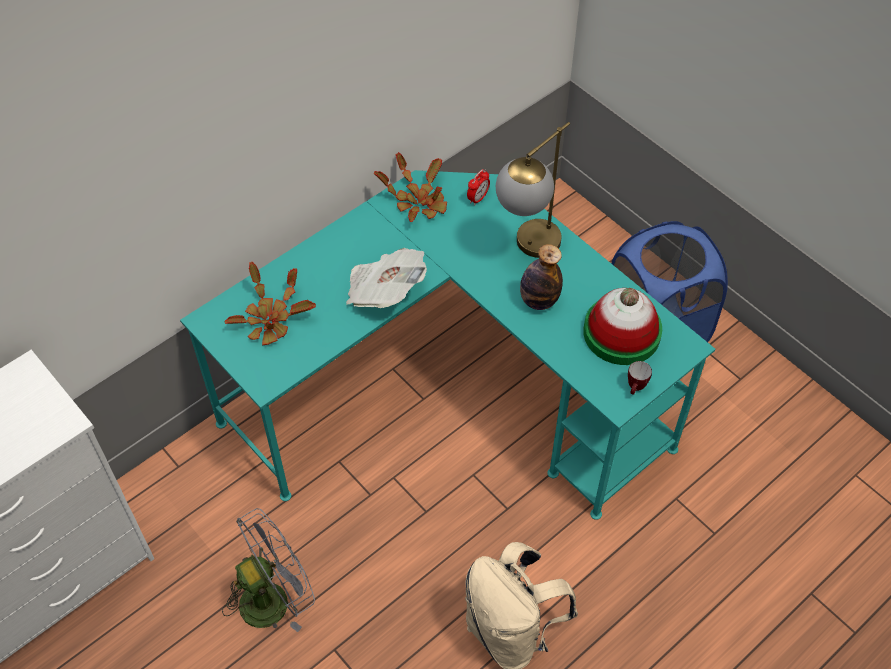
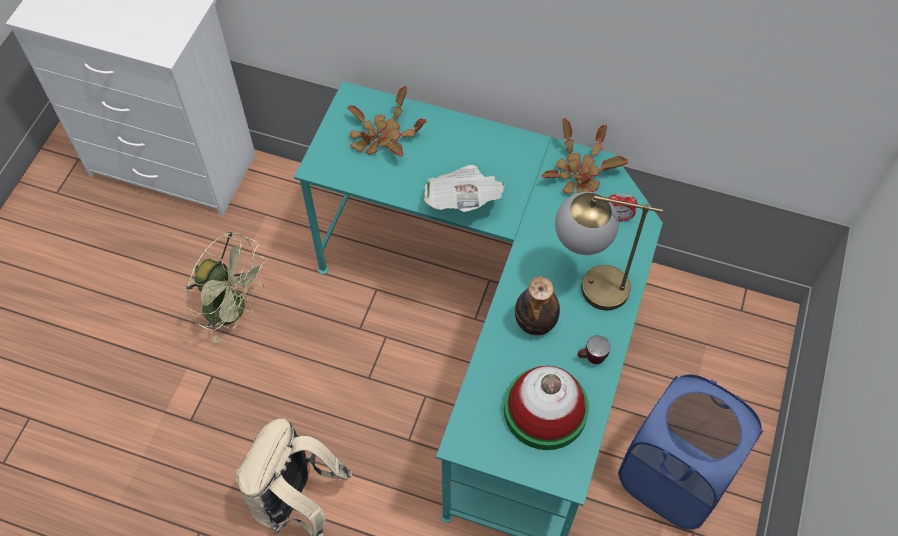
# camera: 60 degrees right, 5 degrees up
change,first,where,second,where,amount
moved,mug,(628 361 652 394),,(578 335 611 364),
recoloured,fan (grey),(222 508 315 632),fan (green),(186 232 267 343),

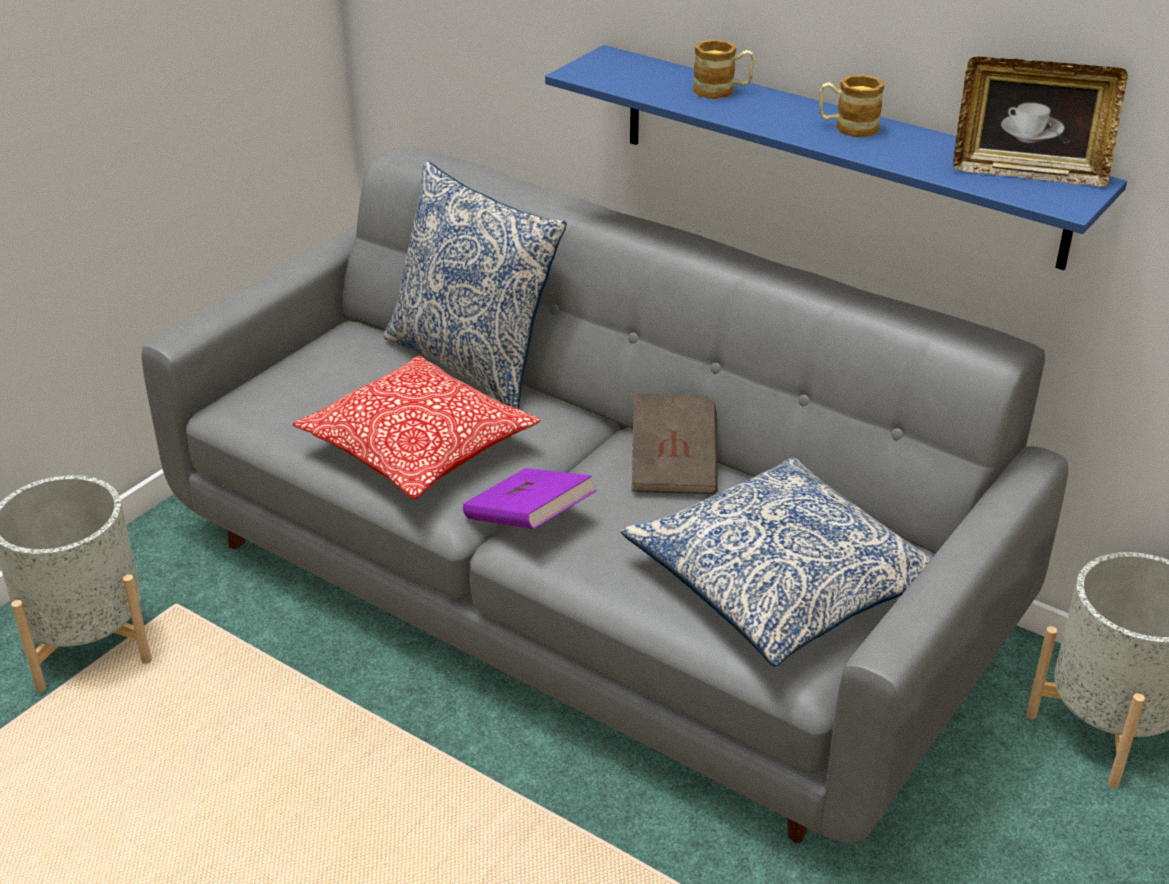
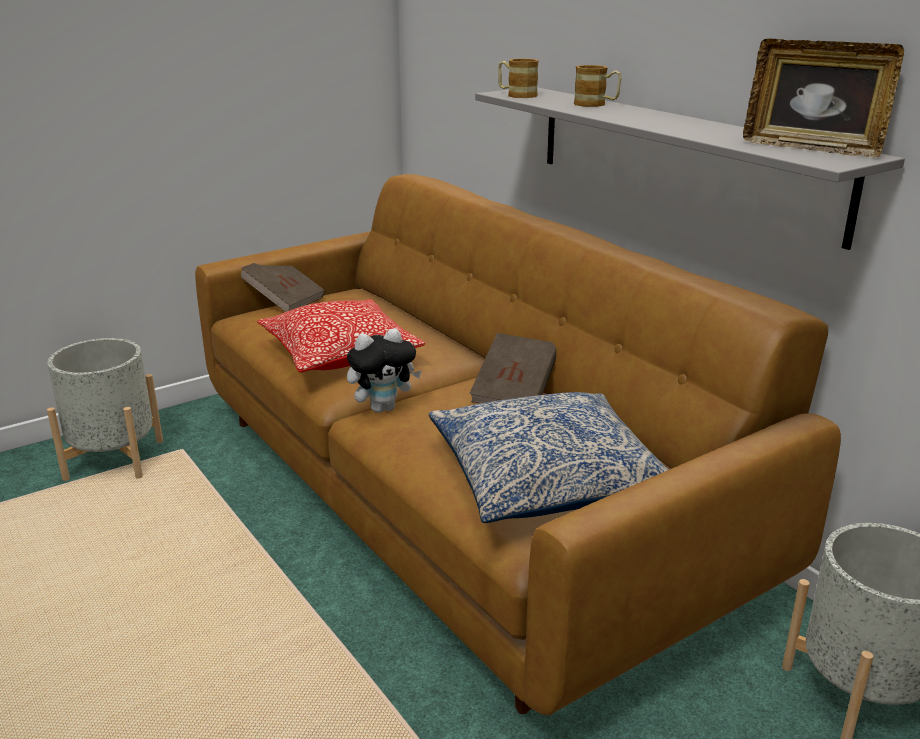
# camera: 20 degrees right, 10 degrees down
change,first,where,second,where,amount
recoloured,shelf (blue),(545 45 1127 270),shelf (grey),(475 87 905 250),
moved,mug,(819 75 885 137),,(498 59 539 98),
recoloured,sofa (grey),(142 147 1068 843),sofa (brown),(195 174 841 715),
removed,pillow,(384 161 567 409),,,
replaced,book (purple),(463 468 596 529),plush toy,(347 328 422 413),
added,,,book (brown),(241 263 325 312),

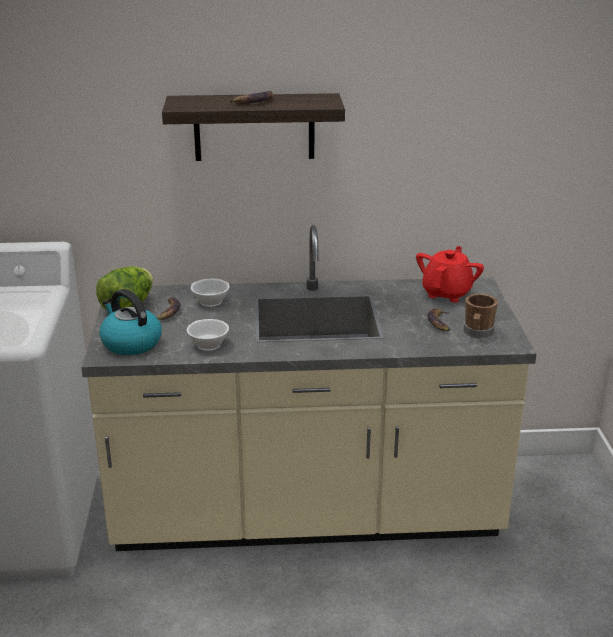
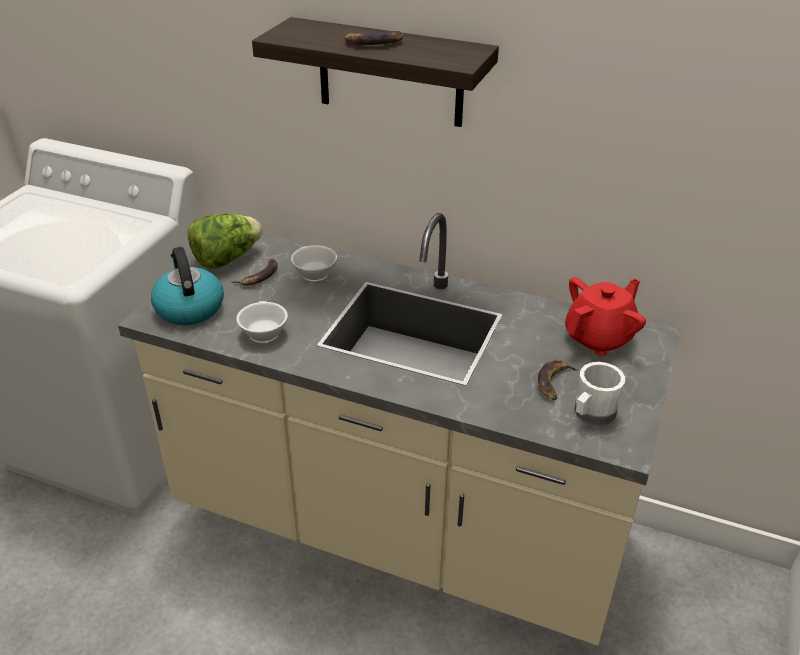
# camera: 25 degrees right, 10 degrees up
change,first,where,second,where,amount
recoloured,mug (brown),(464 294 498 339),mug (white),(574 362 625 426),

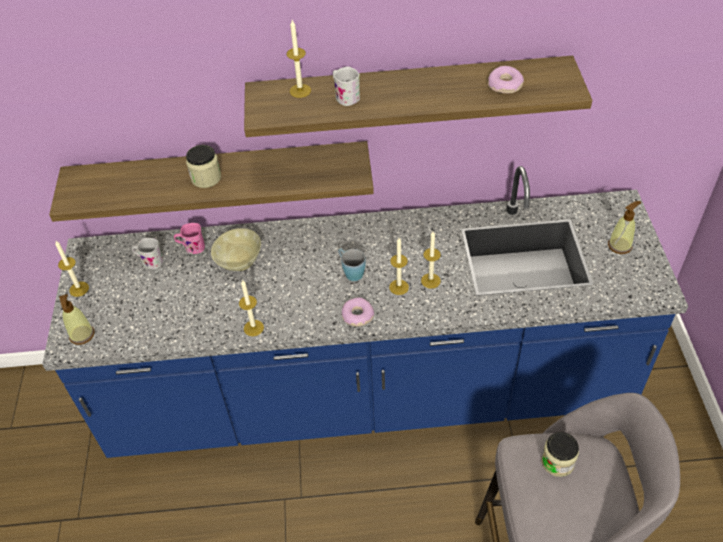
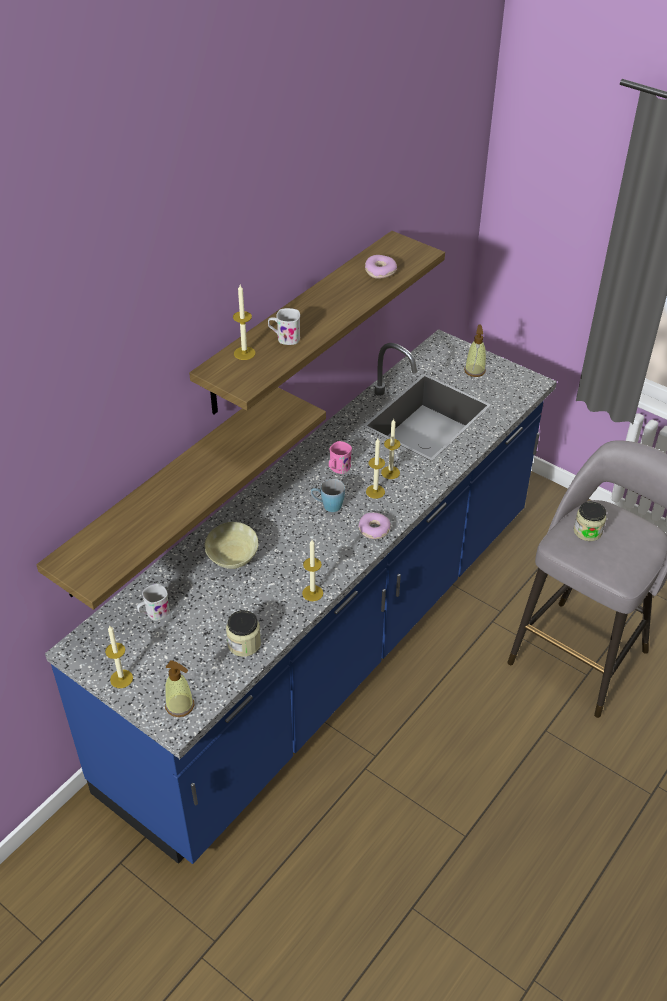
# camera: 50 degrees left, 5 degrees down
change,first,where,second,where,amount
moved,jar,(186 145 221 188),,(226 610 261 657),
moved,mug (pink),(174 223 205 254),,(329 441 352 474),

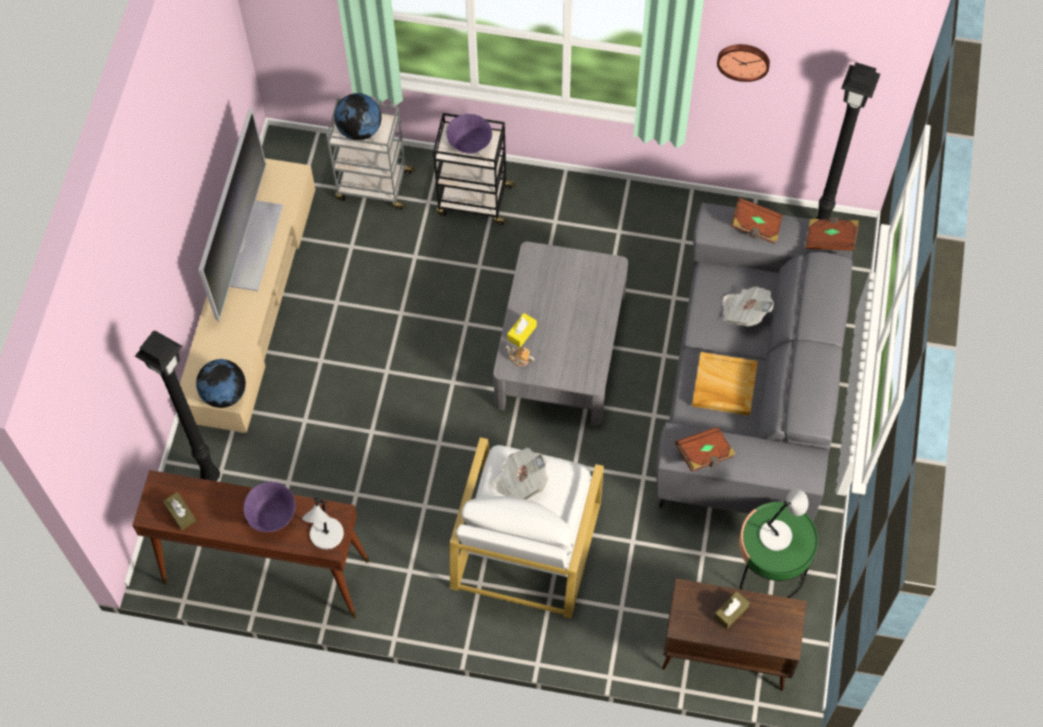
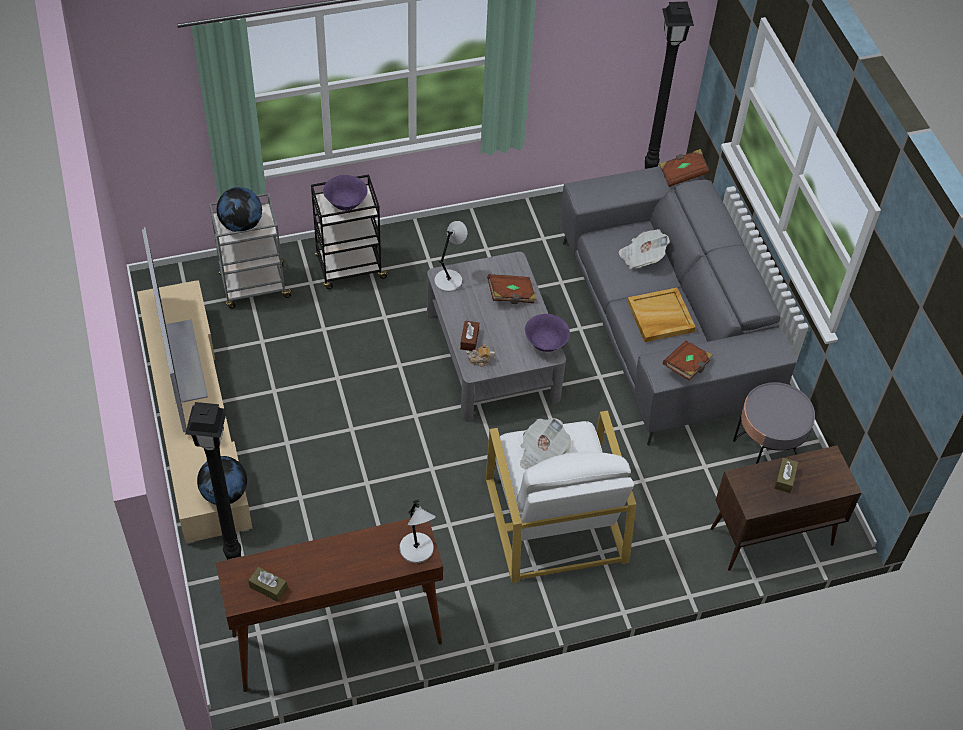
# camera: 30 degrees left, 10 degrees down
change,first,where,second,where,amount
removed,wall clock,(717 44 770 82),,,
moved,book (brown),(731 197 783 244),,(487 274 537 304),
recoloured,tissue box (yellow),(507 313 537 347),tissue box (brown),(460 321 479 351),
moved,bowl (purple),(243 482 295 532),,(525 314 570 352),
moved,table lamp (grey),(759 489 809 551),,(434 221 467 292),
recoloured,side table (green),(739 502 818 598),side table (grey),(733 382 815 464),

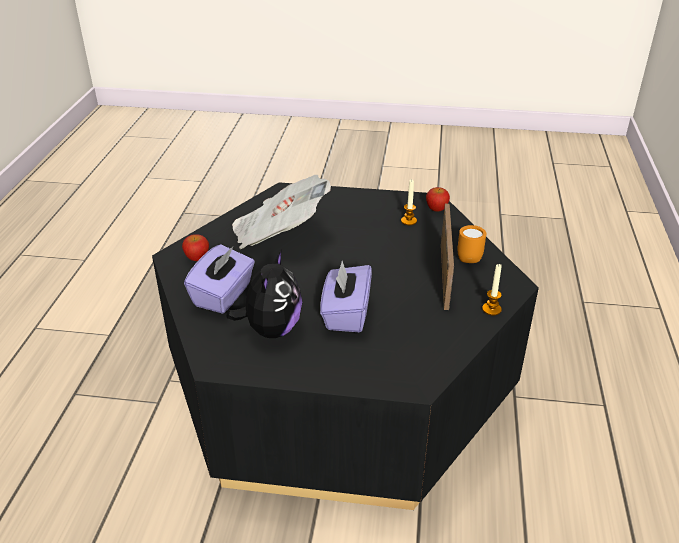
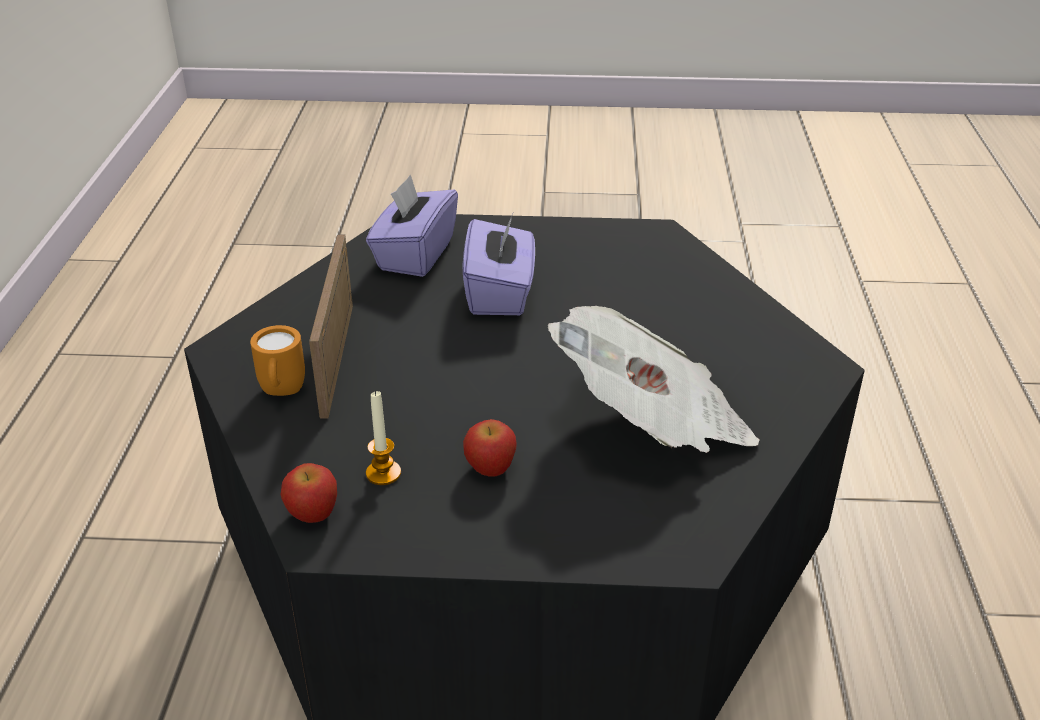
# camera: 175 degrees right, 0 degrees up
change,first,where,second,where,amount
moved,apple,(182 234 209 261),,(463 419 517 476),
moved,tissue box (purple),(184 244 255 314),,(366 175 458 277),
removed,plush toy,(227 249 302 338),,,
removed,candle,(482 264 502 315),,,

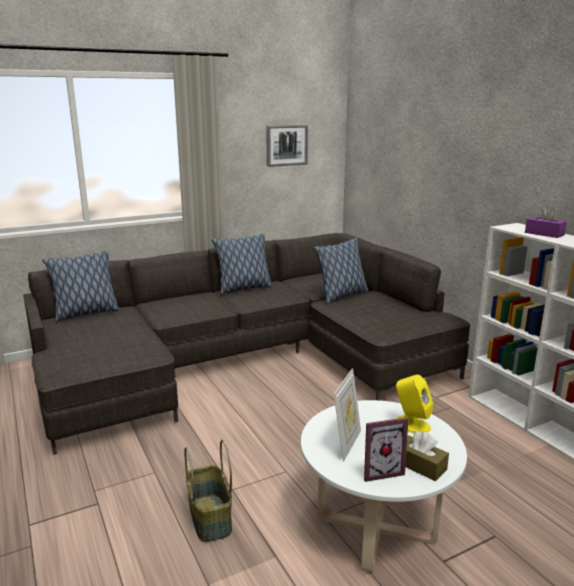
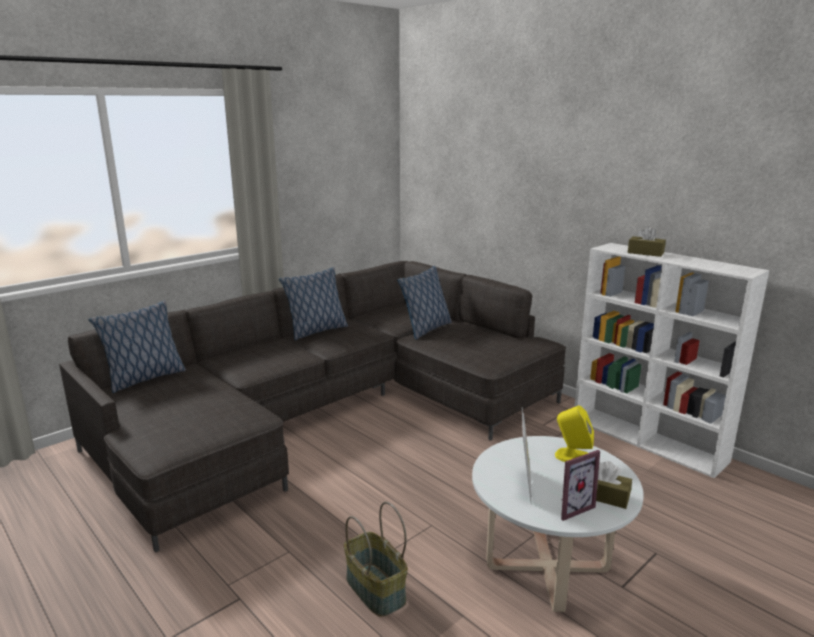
# camera: 15 degrees left, 0 degrees up
change,first,where,second,where,amount
removed,picture,(266 125 308 167),,,
recoloured,tissue box (purple),(525 206 567 238),tissue box (brown),(628 226 666 257),

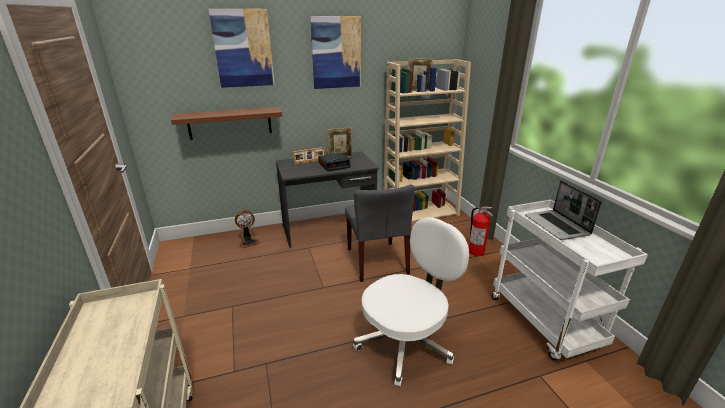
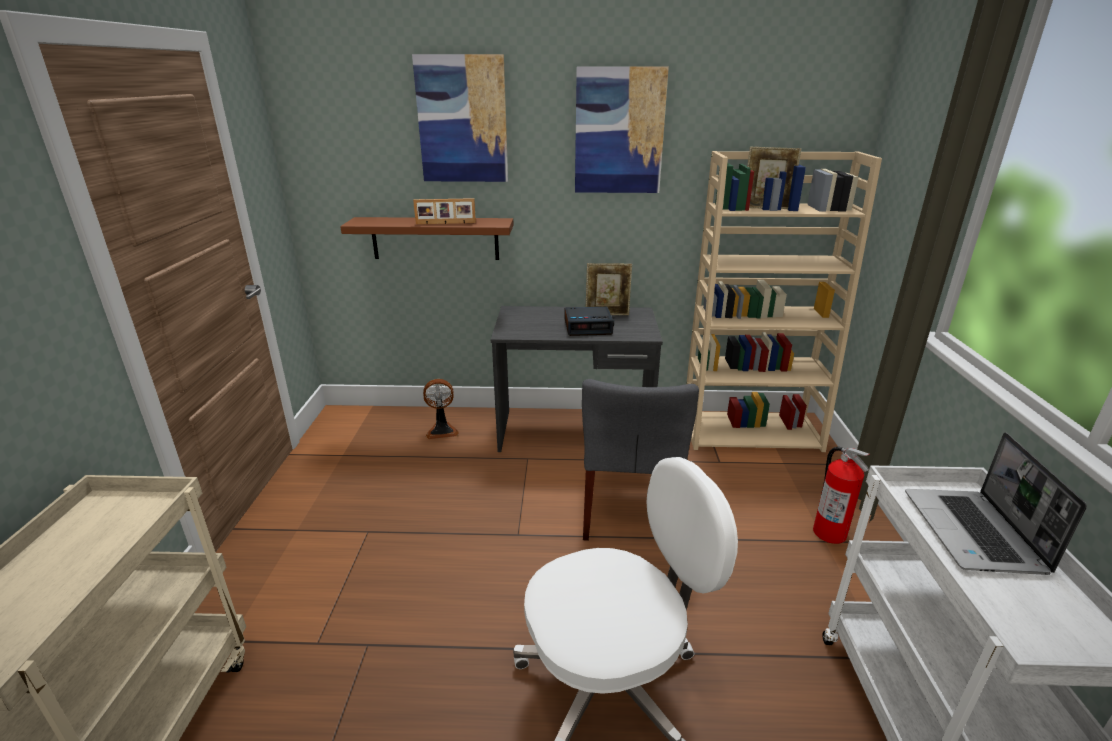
# camera: 20 degrees right, 0 degrees up
change,first,where,second,where,amount
moved,picture frame,(293 147 326 165),,(413 198 476 224),

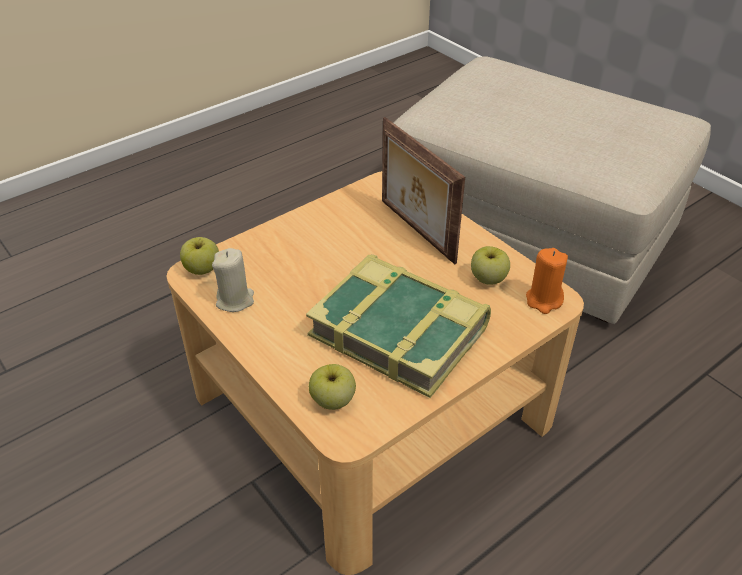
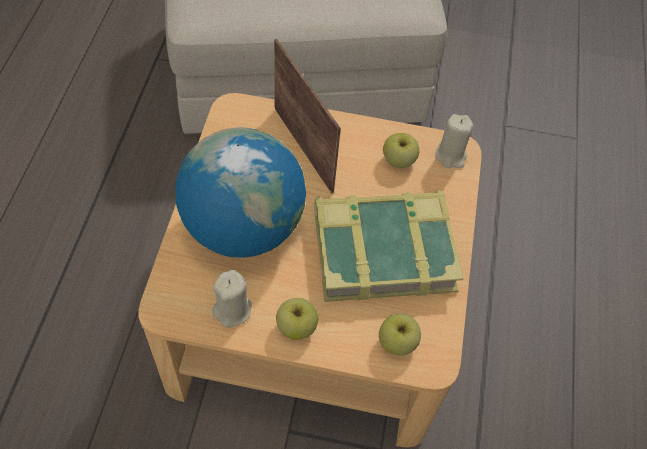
# camera: 45 degrees left, 15 degrees up
change,first,where,second,where,amount
turned,picture frame,(382 117 465 264),,(274 39 341 194),135 degrees counterclockwise
moved,apple,(180 237 219 275),,(276 298 318 340),
recoloured,candle (orange),(526 248 568 314),candle (beige),(435 114 473 168),
added,,,globe,(175 127 306 258),

